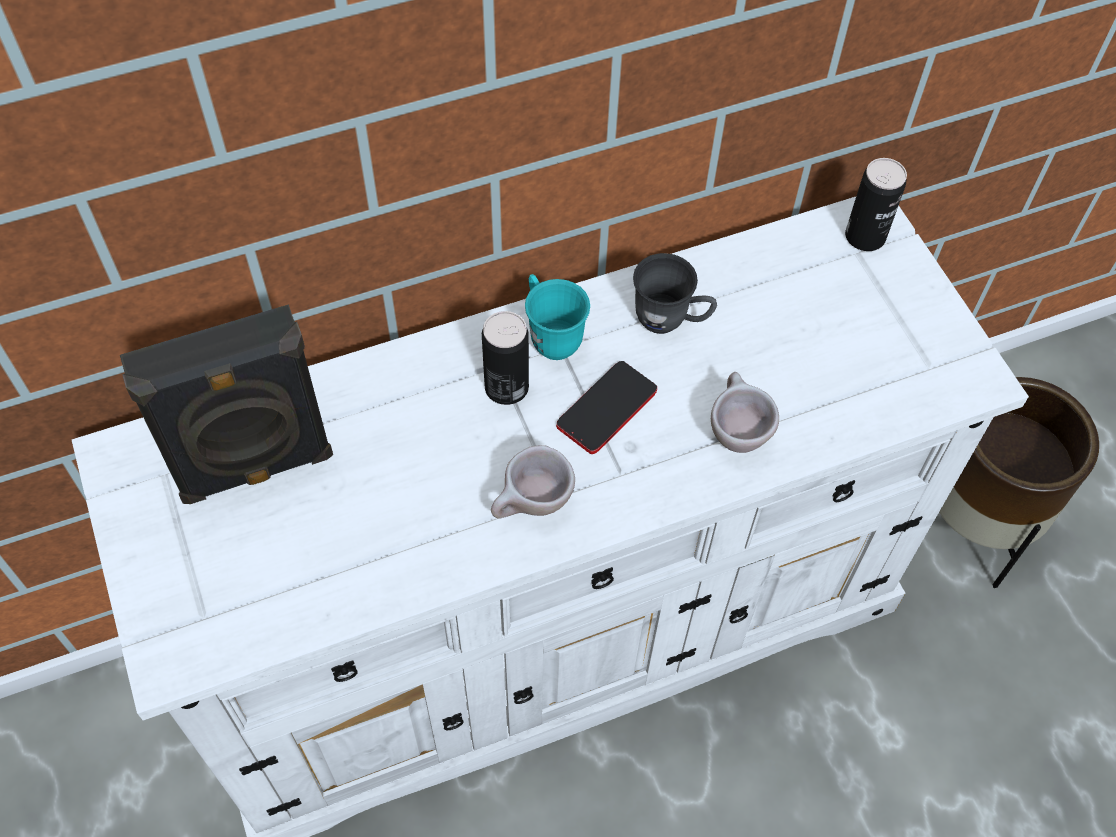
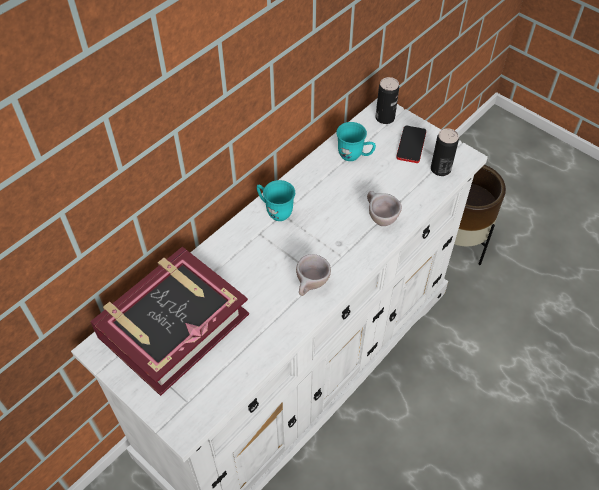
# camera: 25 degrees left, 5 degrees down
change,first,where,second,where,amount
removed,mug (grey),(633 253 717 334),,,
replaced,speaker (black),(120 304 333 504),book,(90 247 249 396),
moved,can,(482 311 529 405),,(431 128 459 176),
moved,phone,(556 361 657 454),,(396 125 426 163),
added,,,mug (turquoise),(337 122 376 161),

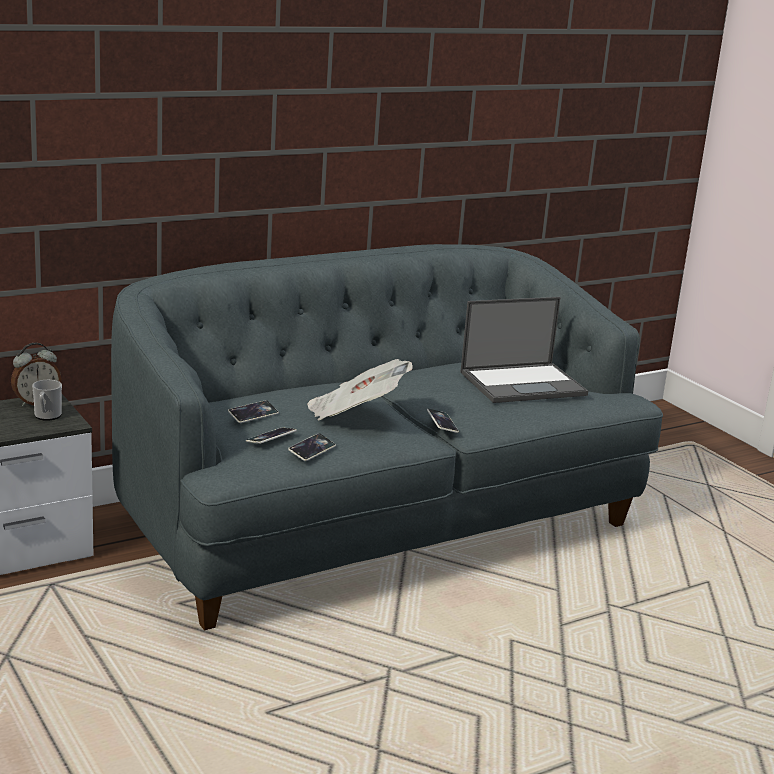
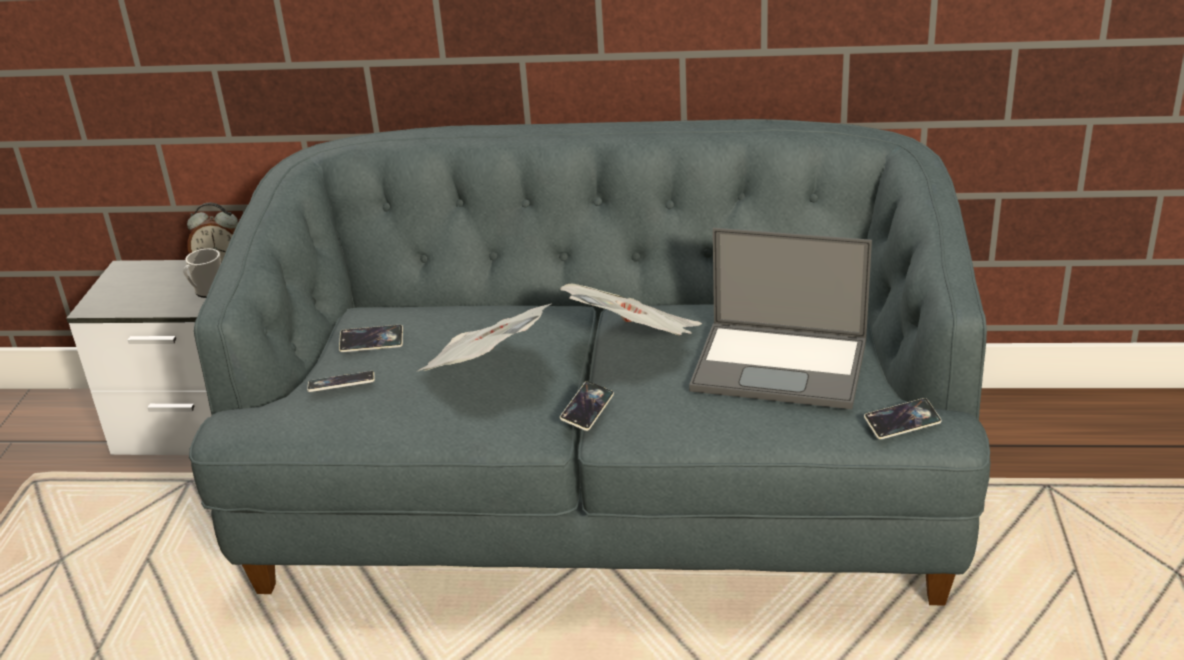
# camera: 40 degrees right, 10 degrees up
change,first,where,second,where,amount
moved,phone,(288 433 336 461),,(864 398 942 439),
added,,,newspaper,(560 284 702 336),

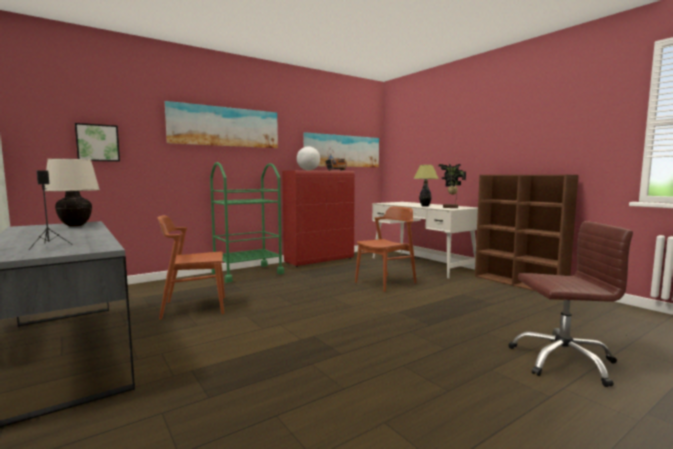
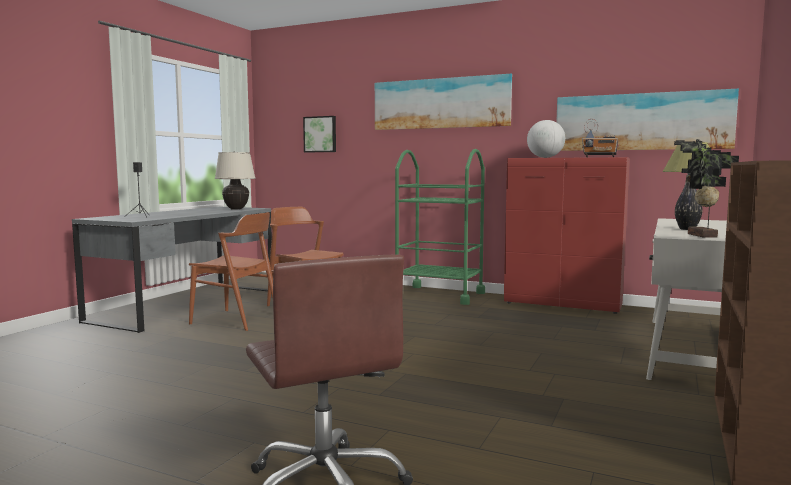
# camera: 60 degrees right, 0 degrees up
change,first,where,second,where,amount
moved,chair (brown),(355 206 416 292),,(189 212 273 331),

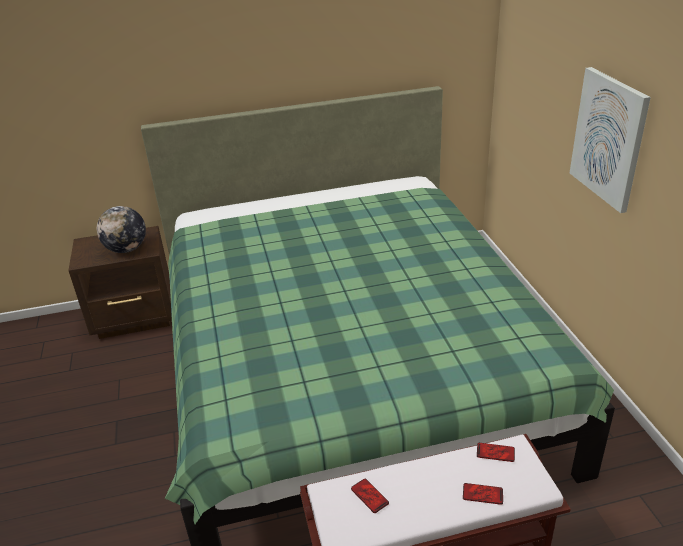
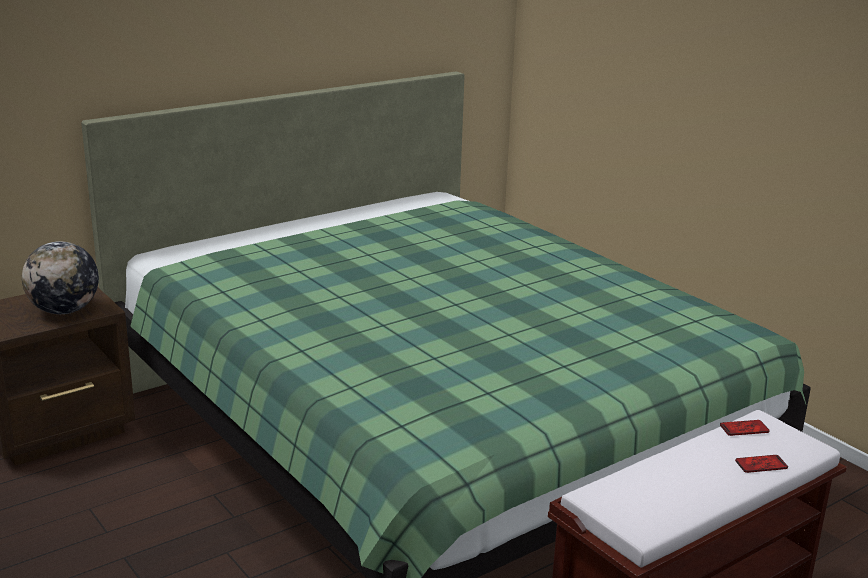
# camera: 25 degrees left, 10 degrees down
change,first,where,second,where,amount
removed,picture,(570 67 651 213),,,
removed,phone,(351 479 389 513),,,

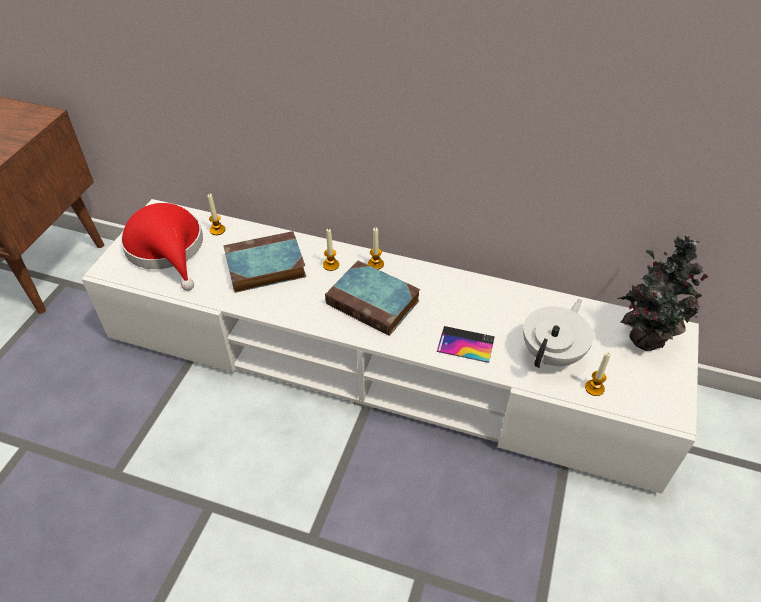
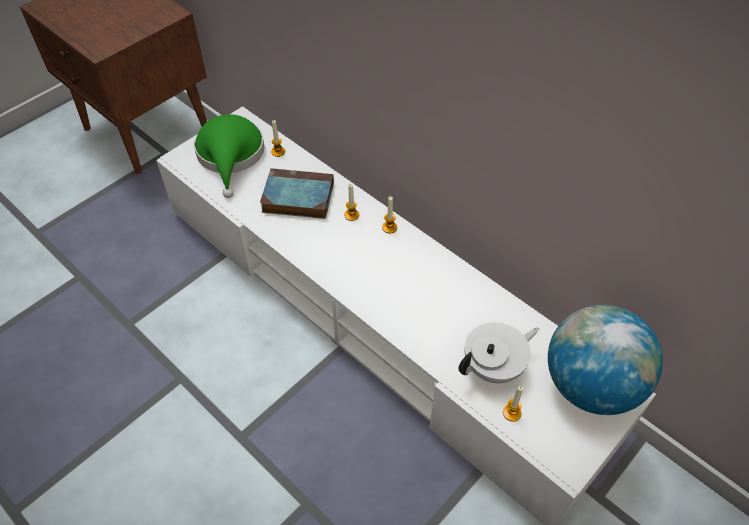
# camera: 25 degrees right, 5 degrees up
change,first,where,second,where,amount
recoloured,hat (red),(121 203 203 291),hat (green),(194 114 264 198),
replaced,potted plant,(617 235 708 351),globe,(548 305 663 415),
removed,book,(325 261 420 336),,,
removed,phone,(437 326 495 363),,,

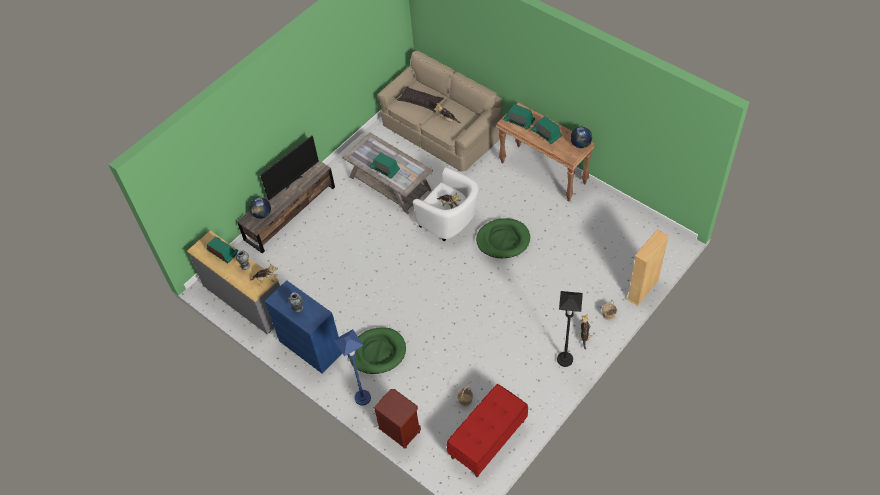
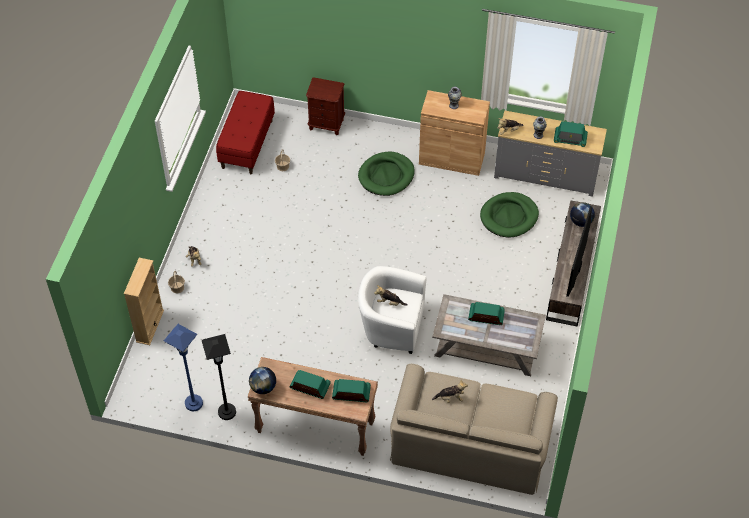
# camera: 150 degrees right, 0 degrees up
change,first,where,second,where,amount
removed,pillow,(397 86 444 112),,,
moved,dog bed (green),(476 218 530 258),,(480 192 539 238),
recoloured,cabinet (blue),(265 280 342 374),cabinet (brown),(419 90 490 176),
moved,floor lamp (black),(557 291 583 367),,(202 334 236 420),
moved,floor lamp (blue),(334 329 371 406),,(164 324 203 411),

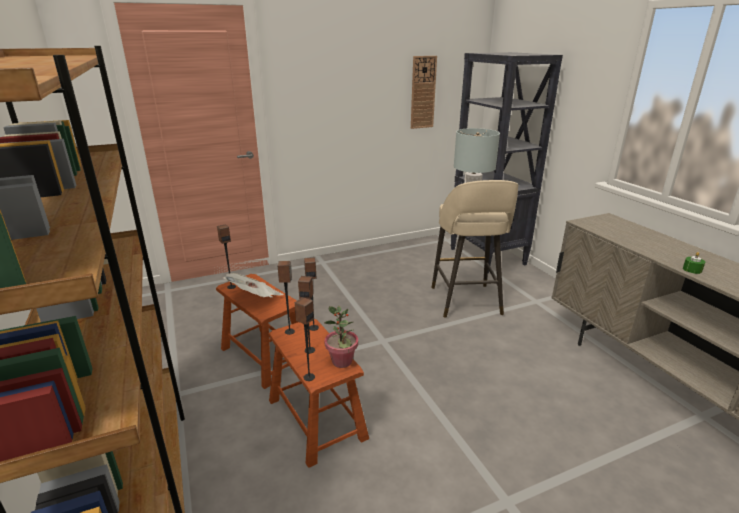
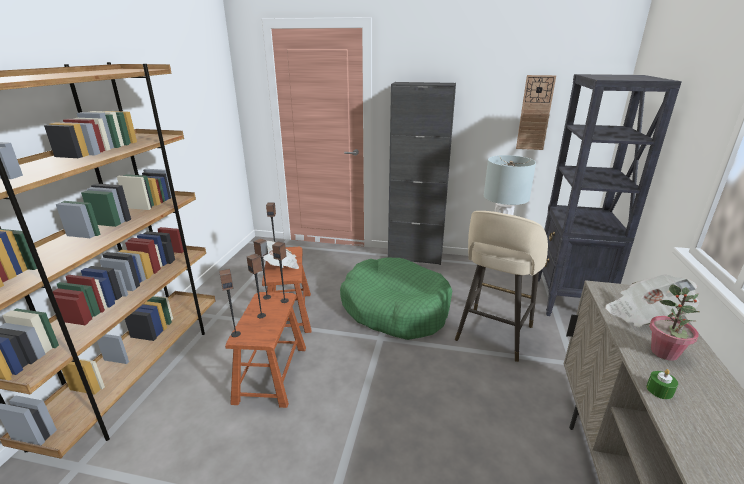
# camera: 35 degrees right, 0 degrees up
change,first,where,second,where,amount
moved,potted plant,(324 306 358 368),,(649 284 700 361),
added,,,cabinet (black),(388 82 456 265),
added,,,dog bed (green),(340 257 452 340),
added,,,newspaper,(605 274 699 327),

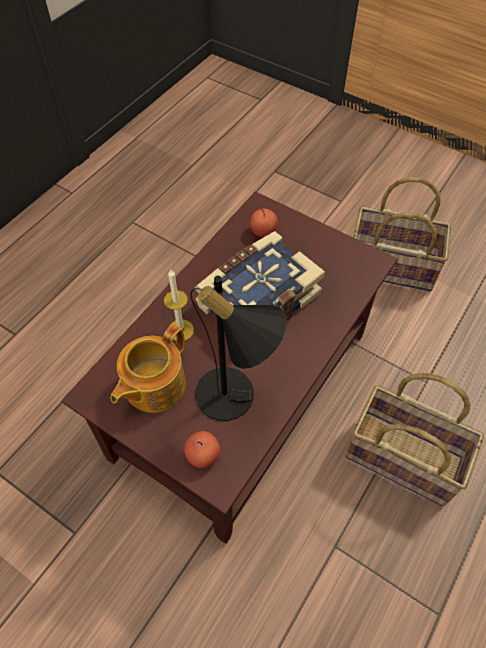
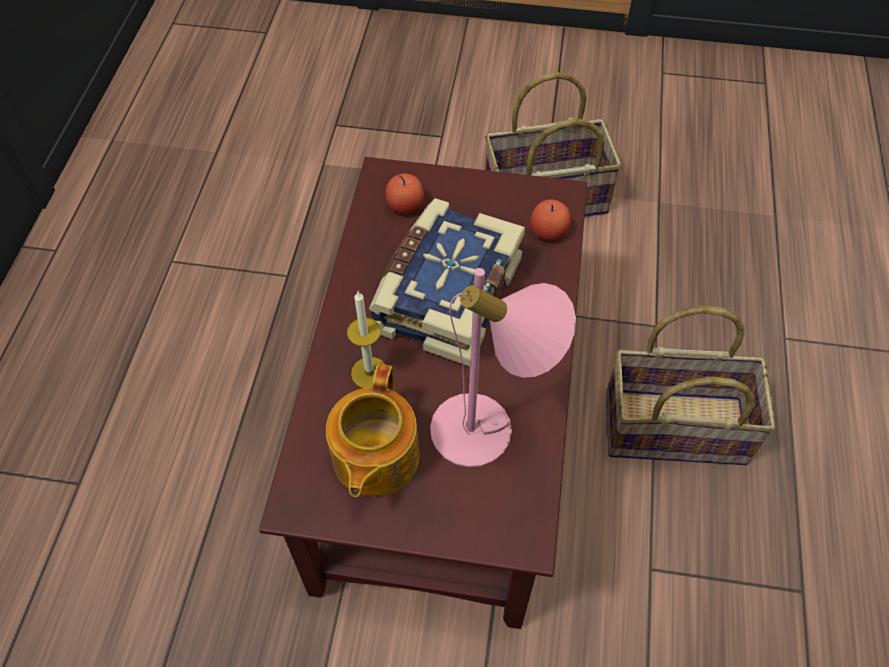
# camera: 25 degrees left, 0 degrees up
change,first,where,second,where,amount
recoloured,table lamp (black),(190 276 287 421),table lamp (pink),(430 268 576 467),
moved,apple,(184 431 220 468),,(531 199 571 240),

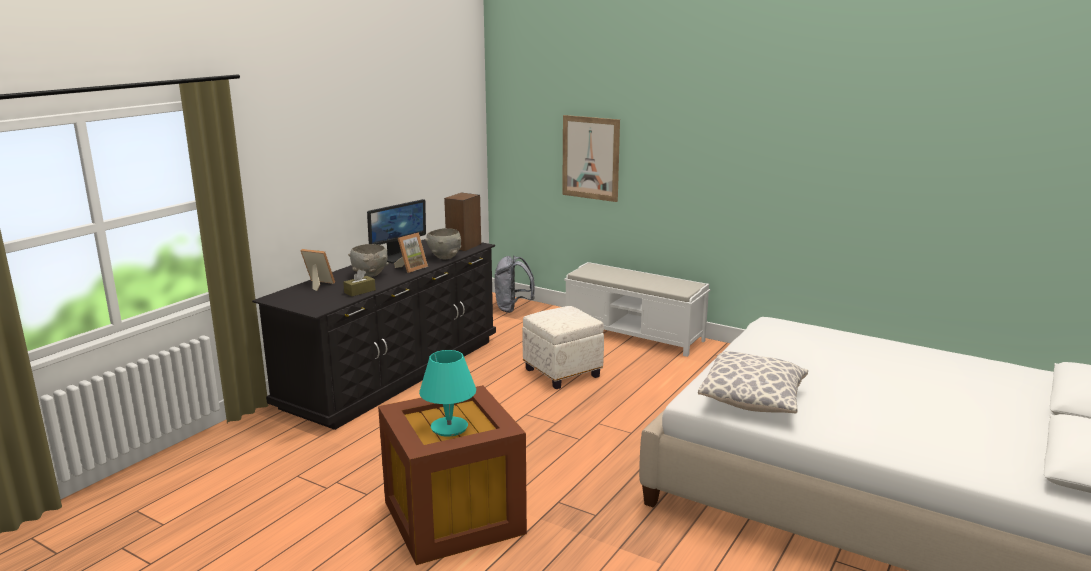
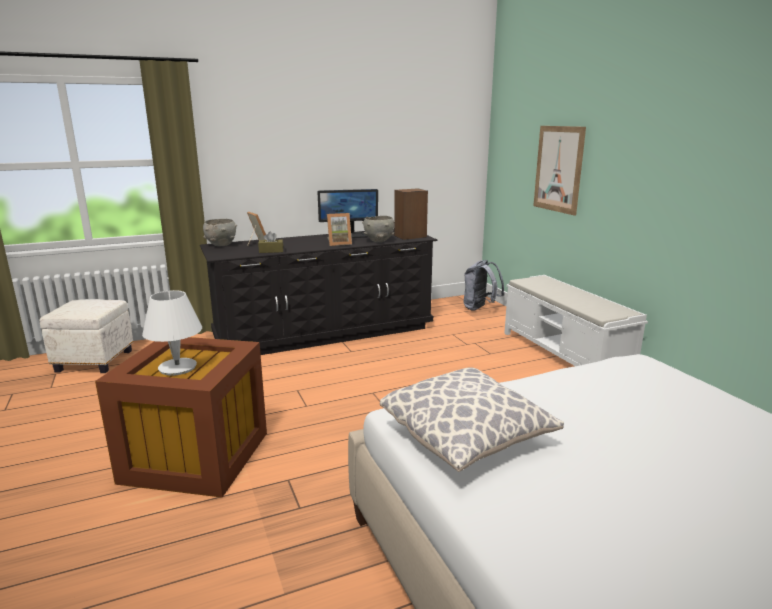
# camera: 35 degrees right, 0 degrees up
change,first,where,second,where,amount
moved,bowl (grey),(348 244 389 277),,(203 219 237 246),
moved,ottoman (white),(522 306 604 389),,(40 299 133 373),
recoloured,table lamp (turquoise),(419 350 476 436),table lamp (white),(142 290 202 376),

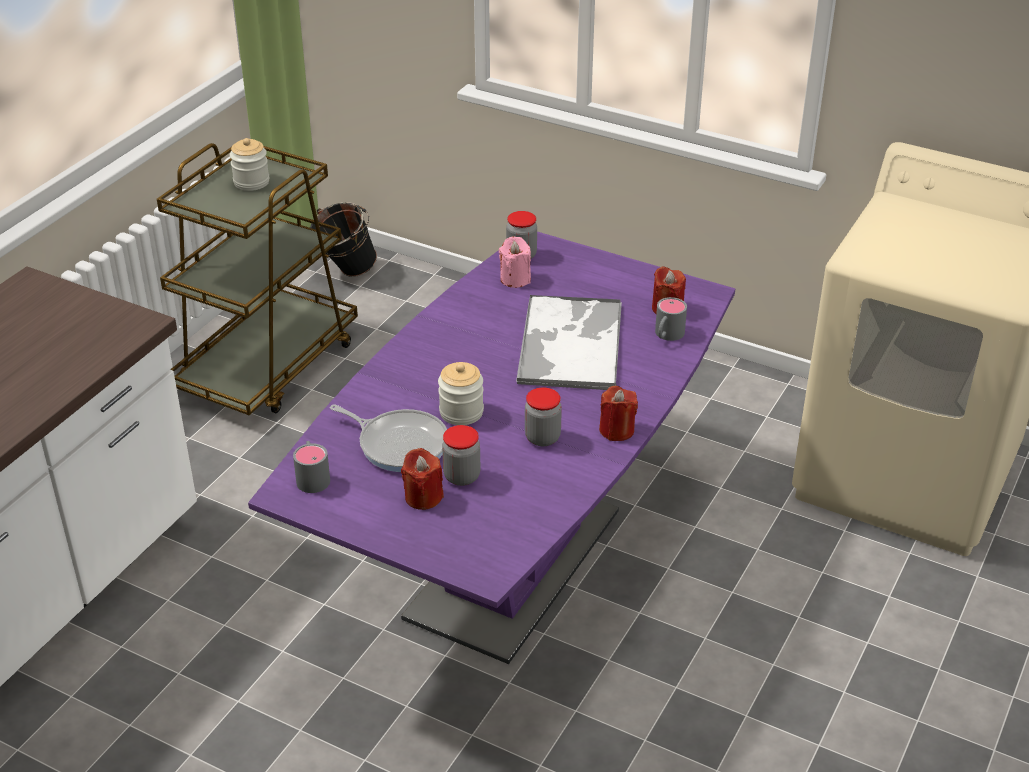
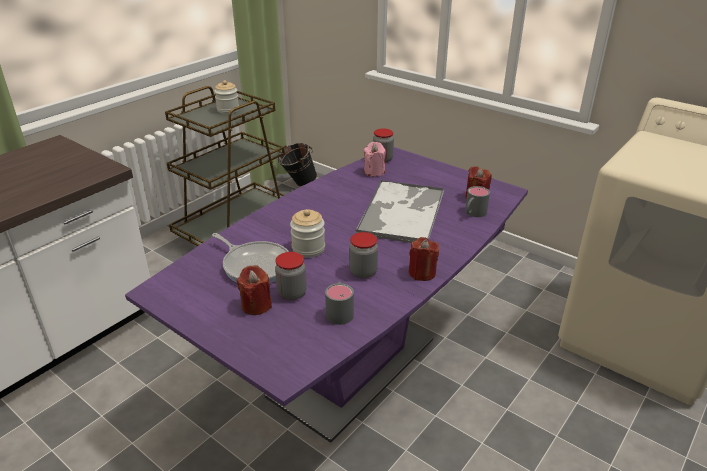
# camera: 10 degrees right, 5 degrees down
change,first,where,second,where,amount
moved,mug (grey),(293 441 330 493),,(325 281 354 325),

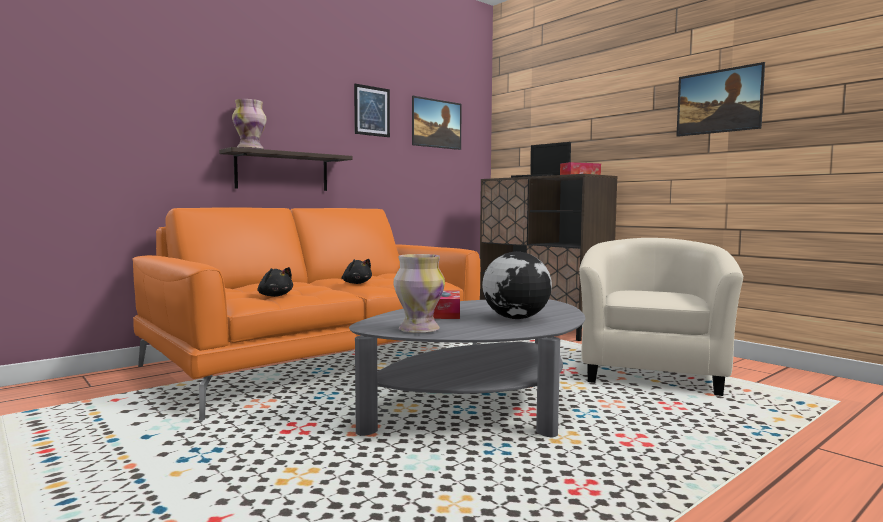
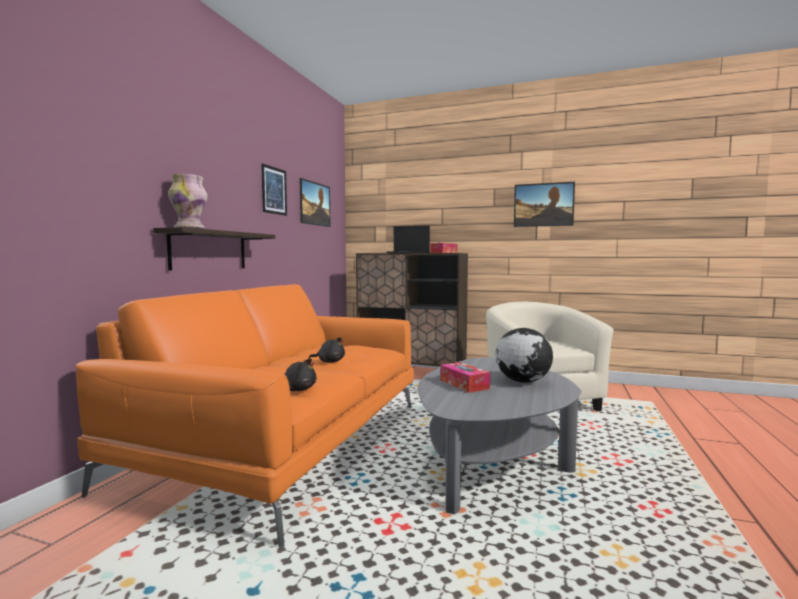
# camera: 30 degrees left, 0 degrees up
change,first,where,second,where,amount
removed,vase,(394 254 445 333),,,

